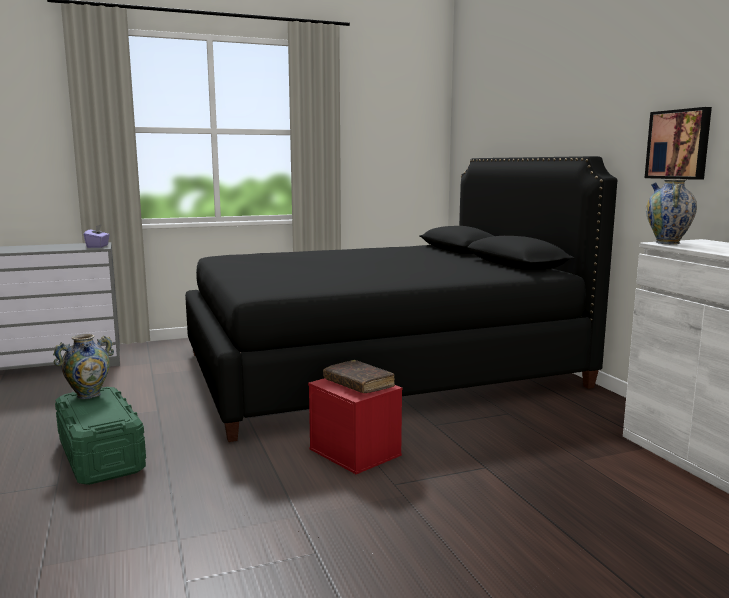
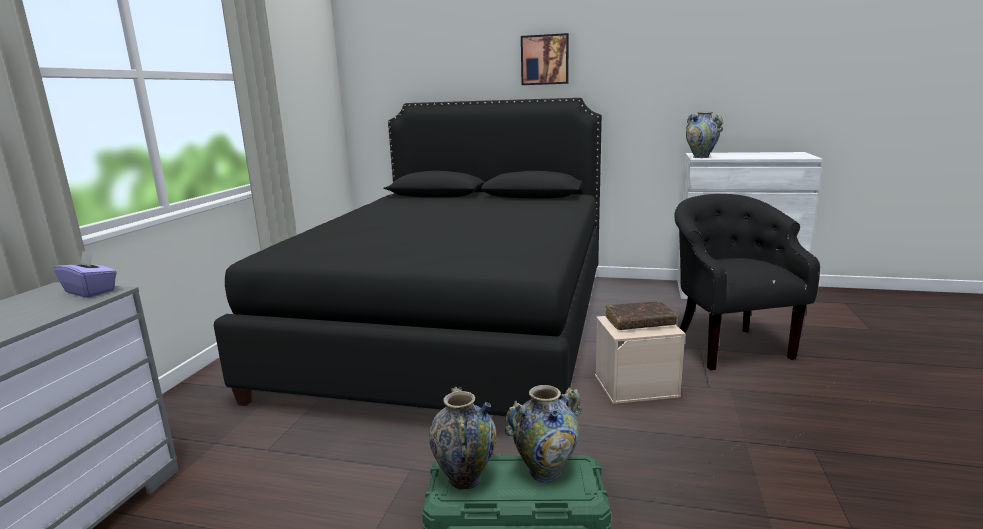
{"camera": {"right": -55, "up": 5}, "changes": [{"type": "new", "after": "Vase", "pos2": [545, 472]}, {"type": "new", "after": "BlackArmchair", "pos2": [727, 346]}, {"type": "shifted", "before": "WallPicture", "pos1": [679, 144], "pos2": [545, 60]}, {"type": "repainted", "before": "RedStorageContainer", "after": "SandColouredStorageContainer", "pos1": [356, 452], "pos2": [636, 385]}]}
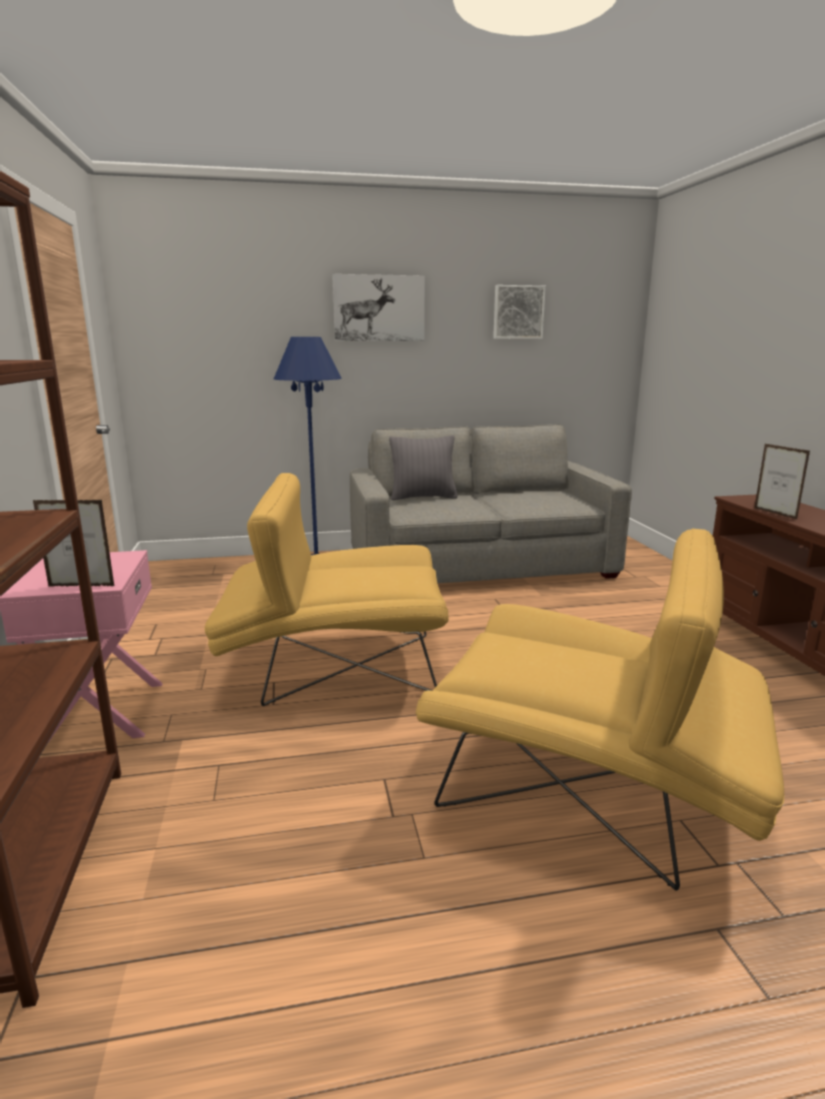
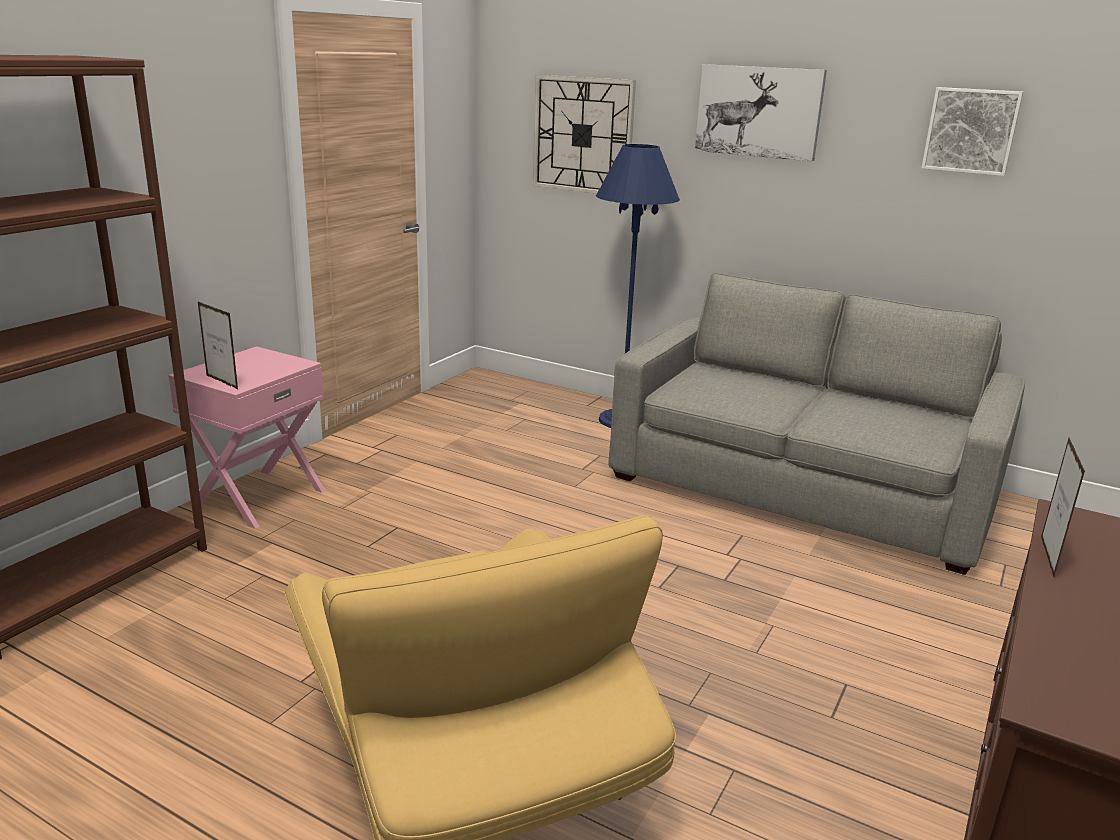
{"camera": {"right": 40, "up": 5}, "changes": [{"type": "gone", "before": "YellowColouredArmchair", "pos1": [334, 666]}, {"type": "gone", "before": "GreyThrowPillow", "pos1": [423, 497]}, {"type": "new", "after": "ClockOnTheWall", "pos2": [583, 135]}]}
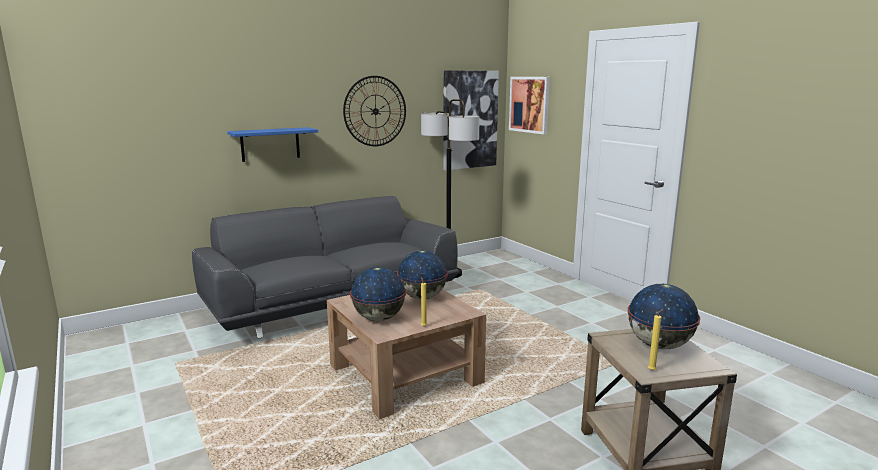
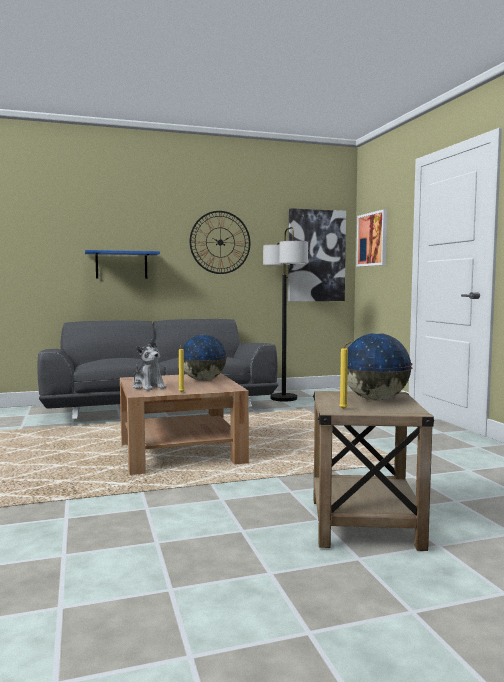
{"camera": {"right": 15, "up": -10}, "changes": [{"type": "swapped", "before": "DeskGlobe", "after": "PlushToy", "pos1": [378, 318], "pos2": [148, 387]}]}
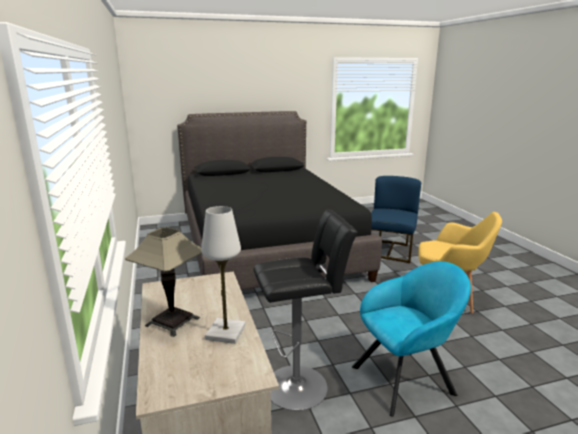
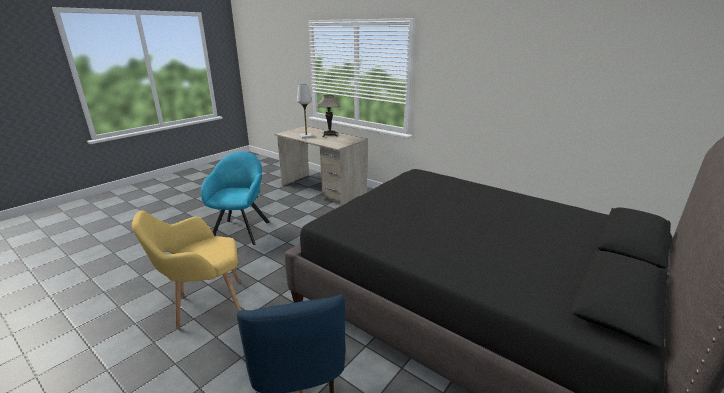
{"camera": {"right": 145, "up": 5}, "changes": [{"type": "gone", "before": "BlackSittingStool", "pos1": [301, 385]}, {"type": "rotated", "before": "TurquoiseArmchair", "pos1": [407, 379], "pos2": [242, 230], "turn": 150}]}
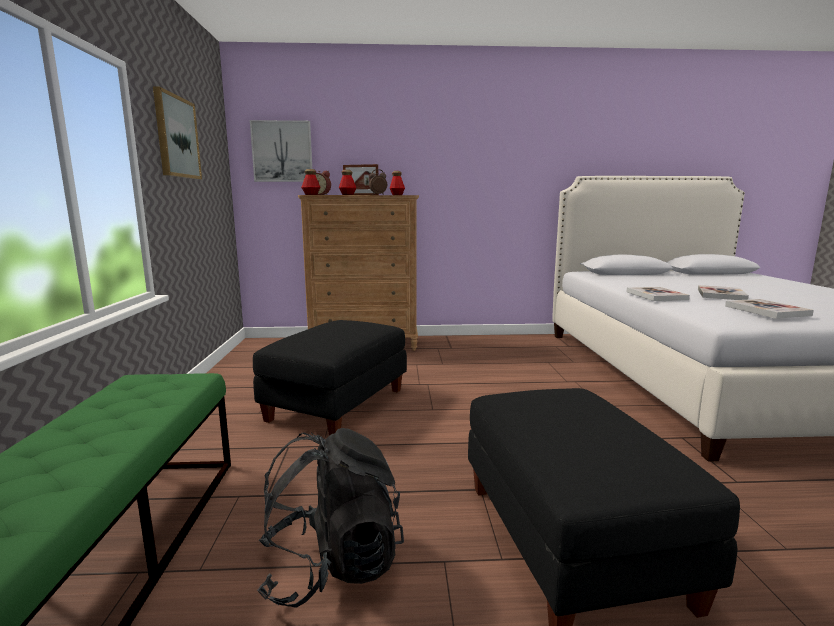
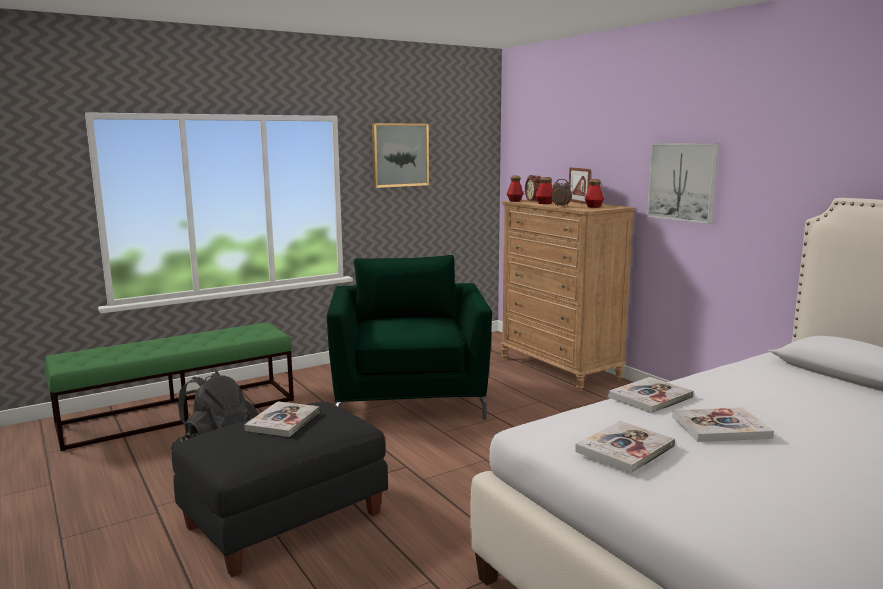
{"camera": {"right": 60, "up": 0}, "changes": [{"type": "new", "after": "Volume", "pos2": [283, 421]}, {"type": "shifted", "before": "WallPicture", "pos1": [282, 151], "pos2": [682, 182]}, {"type": "swapped", "before": "BlackOttoman", "after": "GreenishArmchair", "pos1": [337, 404], "pos2": [410, 399]}]}
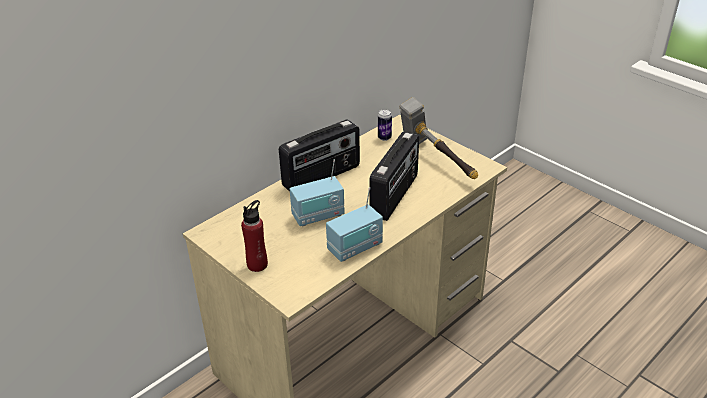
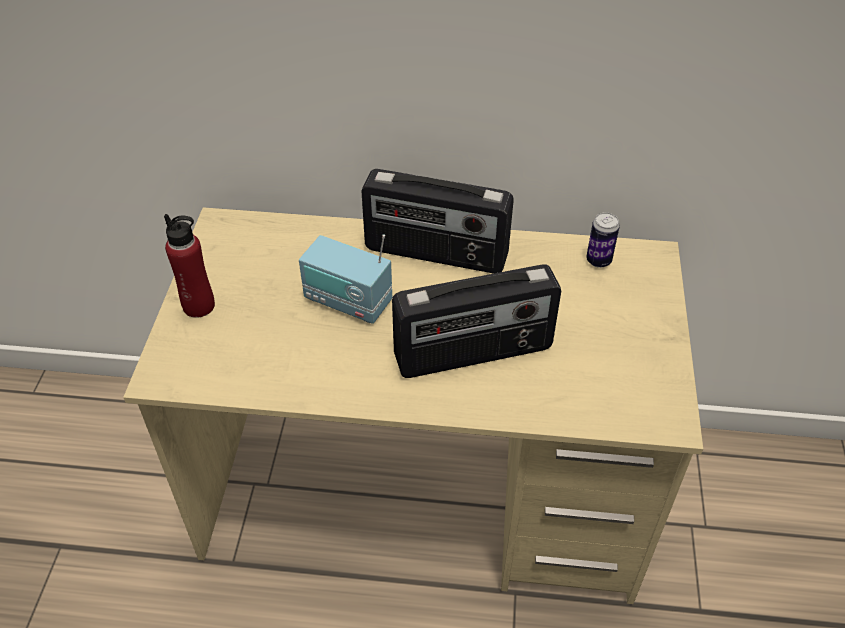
{"camera": {"right": 50, "up": 10}, "changes": [{"type": "gone", "before": "Radio", "pos1": [355, 248]}, {"type": "gone", "before": "HandHammer", "pos1": [436, 161]}]}
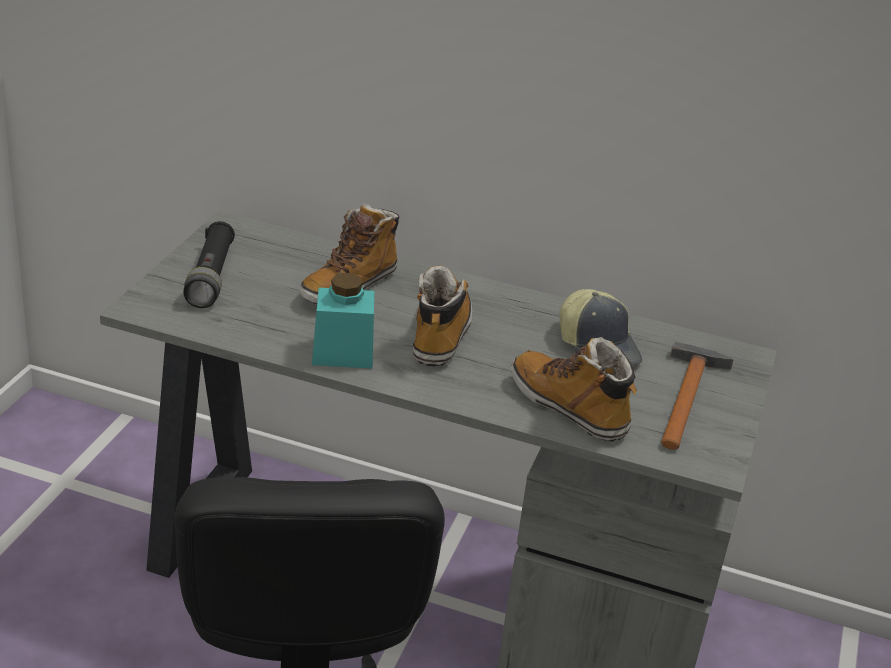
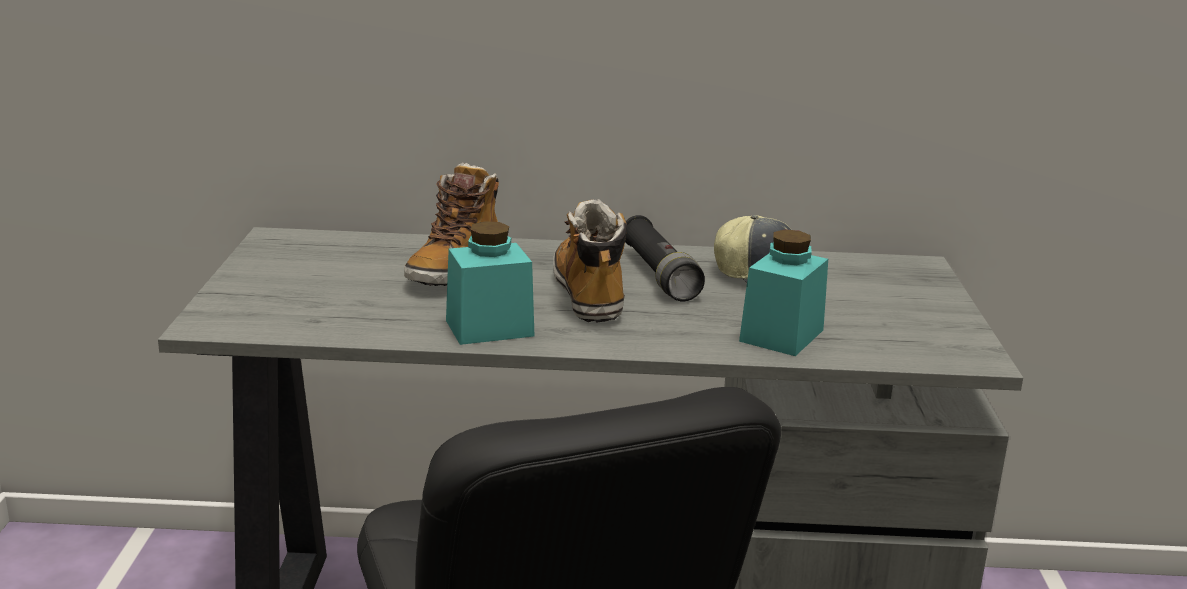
{"camera": {"right": -15, "up": -10}, "changes": [{"type": "gone", "before": "HandHammer", "pos1": [688, 396]}, {"type": "shifted", "before": "BlackFlashlight", "pos1": [211, 277], "pos2": [658, 274]}, {"type": "swapped", "before": "HighTopBoot", "after": "TurquoiseStorageJar", "pos1": [569, 408], "pos2": [781, 335]}]}
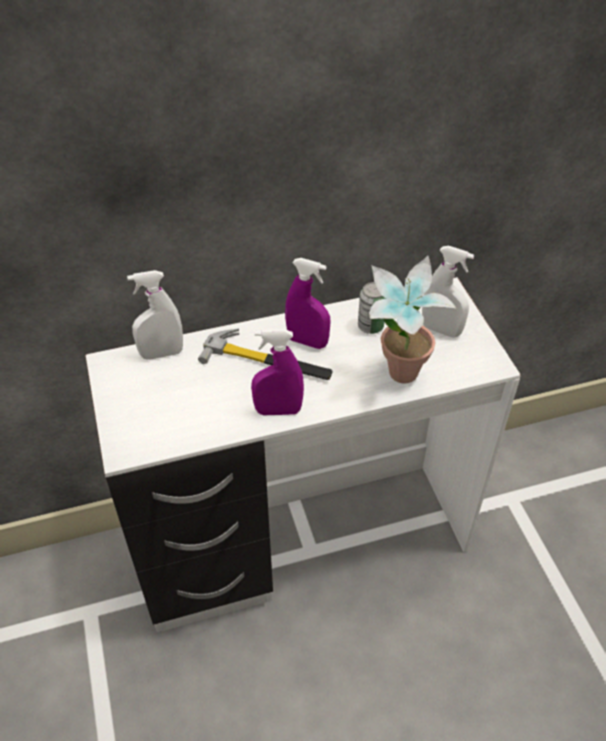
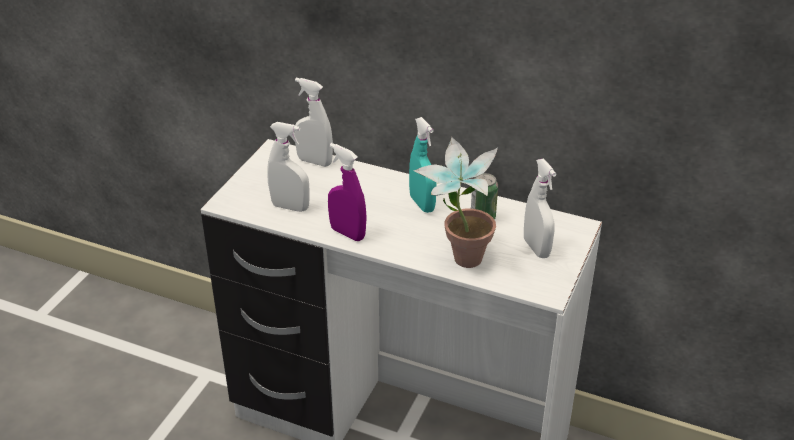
{"camera": {"right": 40, "up": -10}, "changes": [{"type": "gone", "before": "HandHammer", "pos1": [268, 361]}, {"type": "new", "after": "WhitishSprayer", "pos2": [290, 207]}, {"type": "repainted", "before": "PurpleColouredSprayer", "after": "TurquoiseSprayer", "pos1": [307, 342], "pos2": [422, 204]}]}
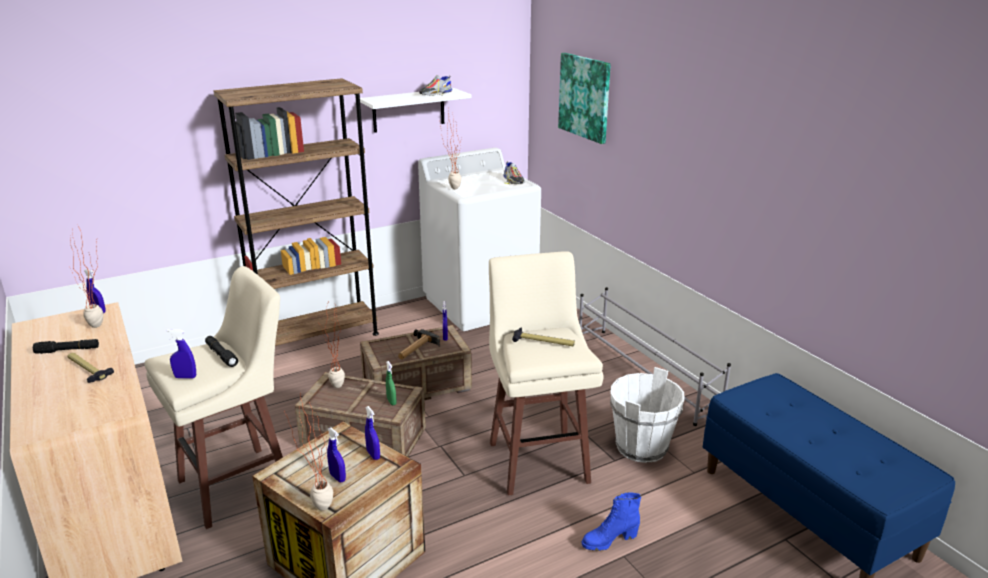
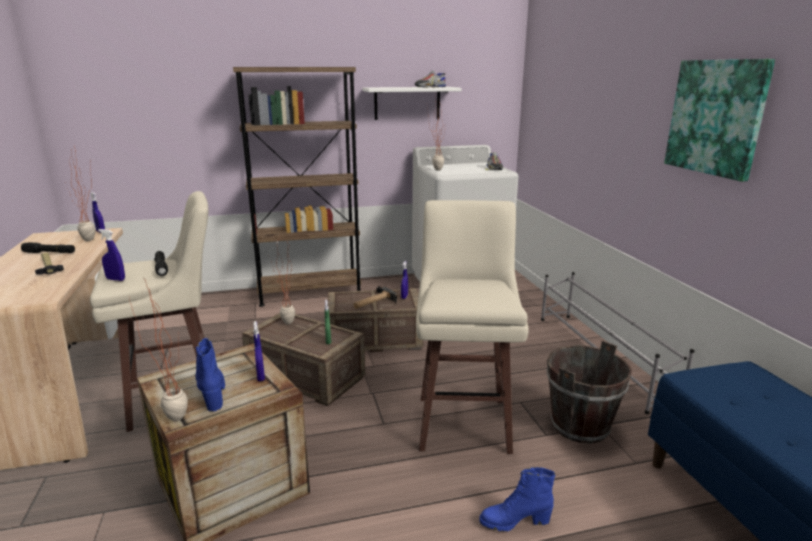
{"camera": {"right": 15, "up": -5}, "changes": [{"type": "gone", "before": "HandHammer", "pos1": [543, 342]}, {"type": "shifted", "before": "WallPicture", "pos1": [585, 97], "pos2": [716, 117]}, {"type": "swapped", "before": "BlueSprayer", "after": "BlueHighTopBoot", "pos1": [337, 477], "pos2": [212, 392]}, {"type": "repainted", "before": "WhitishBucket", "after": "BrownBucket", "pos1": [641, 447], "pos2": [580, 426]}]}
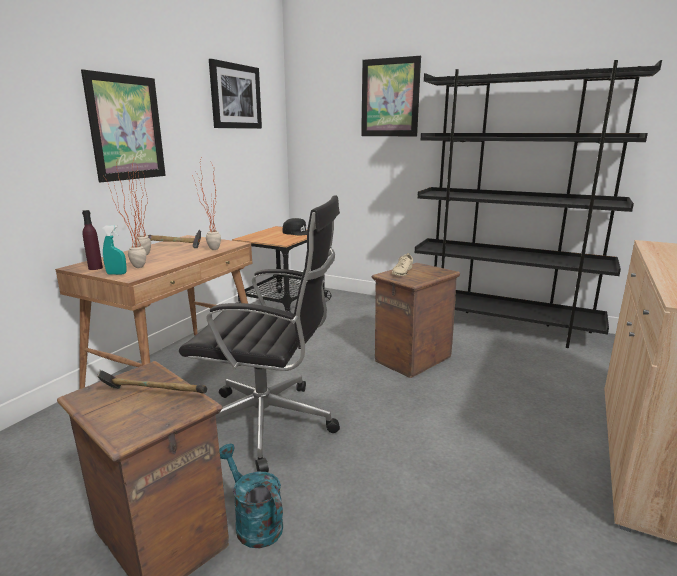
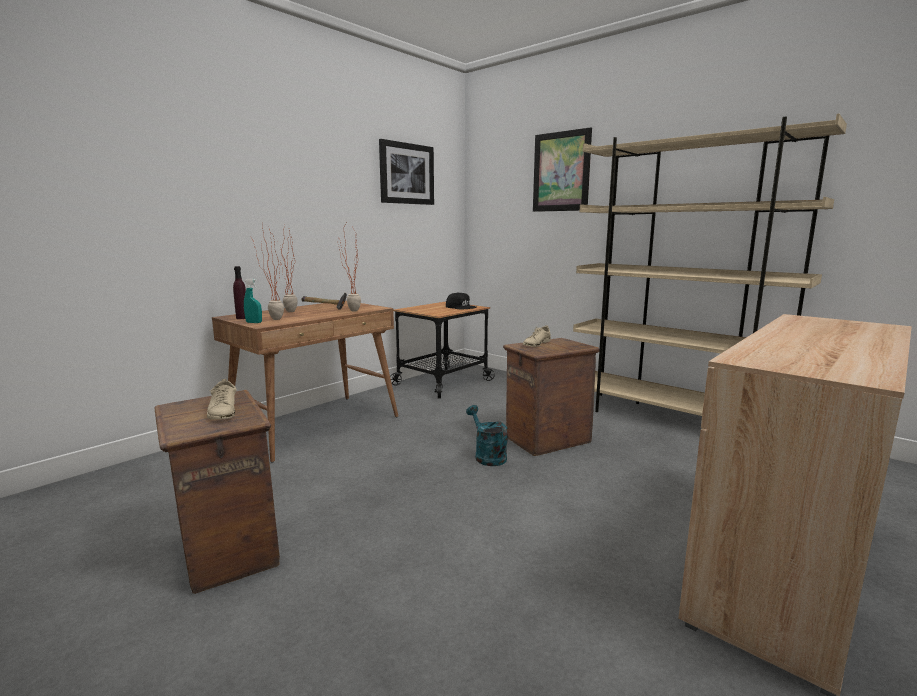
{"camera": {"right": 15, "up": -5}, "changes": [{"type": "gone", "before": "WallPicture", "pos1": [126, 128]}, {"type": "gone", "before": "BlackDeskChair", "pos1": [269, 424]}, {"type": "shifted", "before": "TurquoiseSprinklingCan", "pos1": [253, 522], "pos2": [487, 456]}, {"type": "swapped", "before": "HandHammer", "after": "SandColouredItemOfFootwear", "pos1": [153, 395], "pos2": [223, 411]}, {"type": "repainted", "before": "BlackBookcase", "after": "SandColouredBookcase", "pos1": [503, 326], "pos2": [672, 420]}]}
